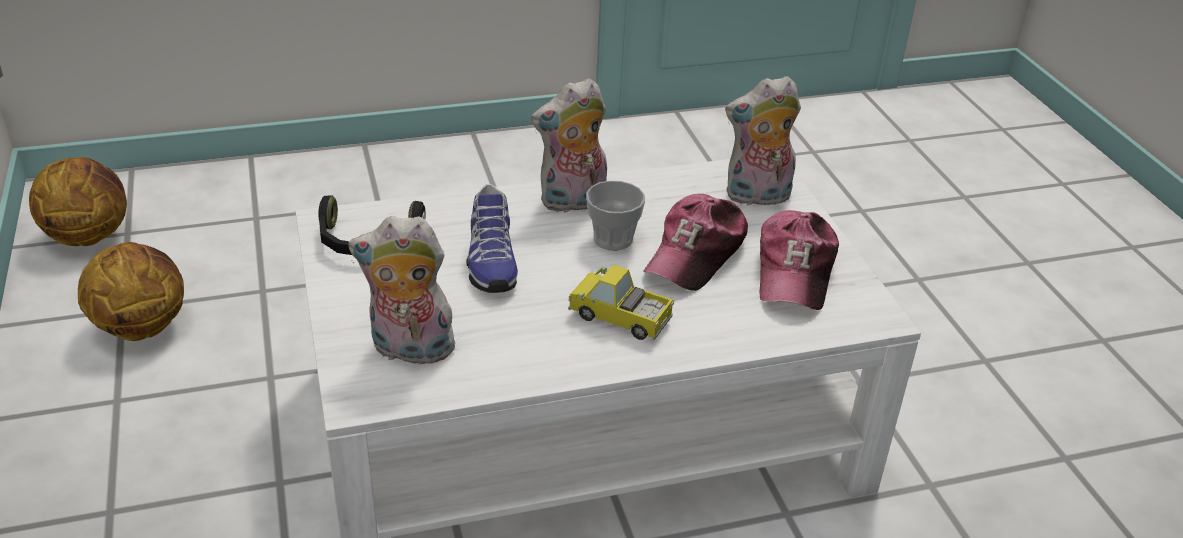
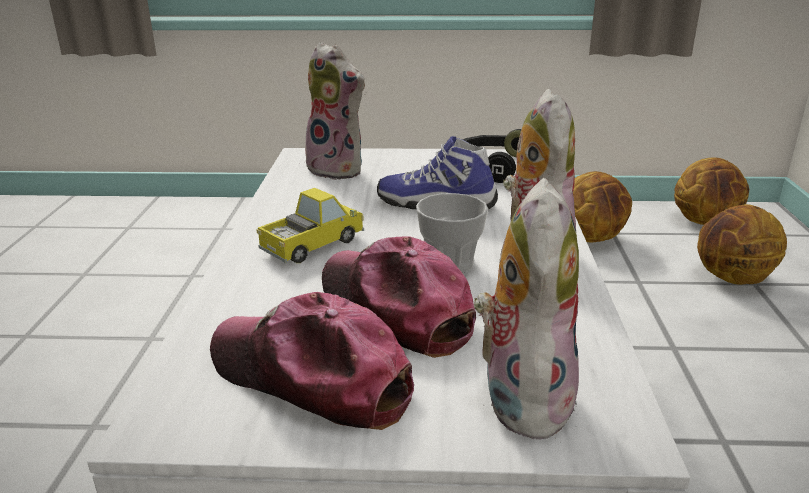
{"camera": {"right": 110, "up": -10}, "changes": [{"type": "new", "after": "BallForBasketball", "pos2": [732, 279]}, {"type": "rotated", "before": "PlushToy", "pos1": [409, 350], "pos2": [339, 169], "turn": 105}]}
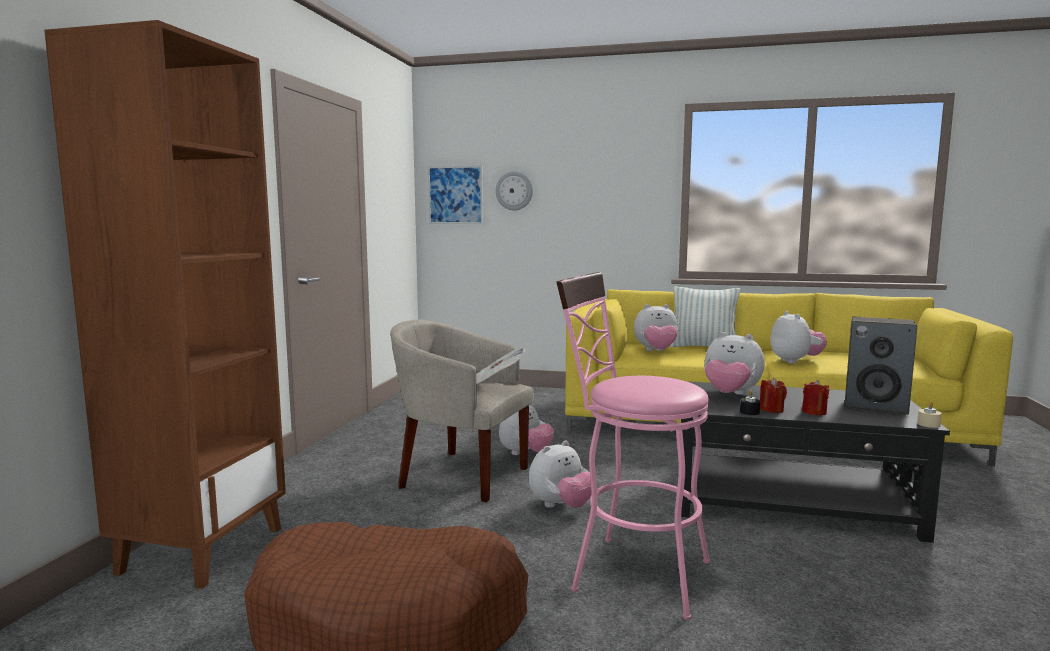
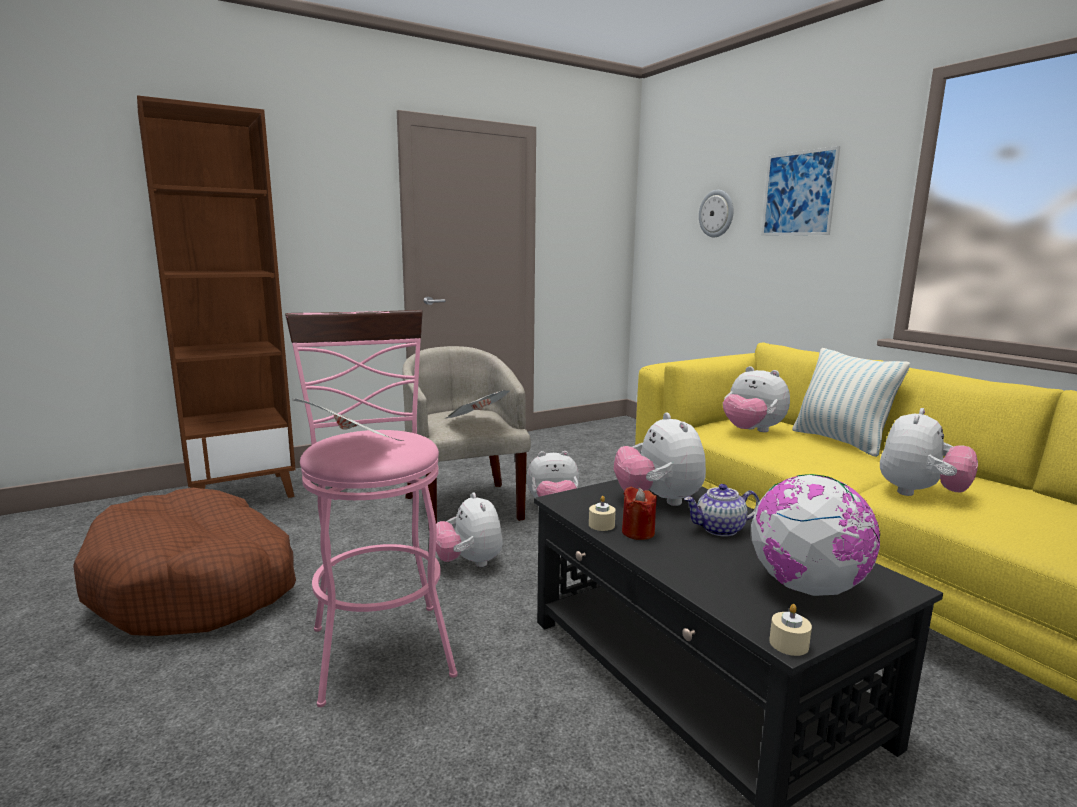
{"camera": {"right": 45, "up": 5}, "changes": [{"type": "gone", "before": "RedWaxCandle", "pos1": [814, 412]}, {"type": "new", "after": "DailyPaper", "pos2": [351, 448]}, {"type": "new", "after": "Teapot", "pos2": [719, 529]}, {"type": "shifted", "before": "WallPicture", "pos1": [455, 195], "pos2": [798, 193]}, {"type": "swapped", "before": "Speaker", "after": "DeskGlobe", "pos1": [876, 406], "pos2": [807, 587]}, {"type": "repainted", "before": "BlackWaxCandle", "after": "SandColouredWaxCandle", "pos1": [749, 412], "pos2": [601, 525]}, {"type": "rotated", "before": "PlushToy", "pos1": [561, 506], "pos2": [469, 563], "turn": 60}]}
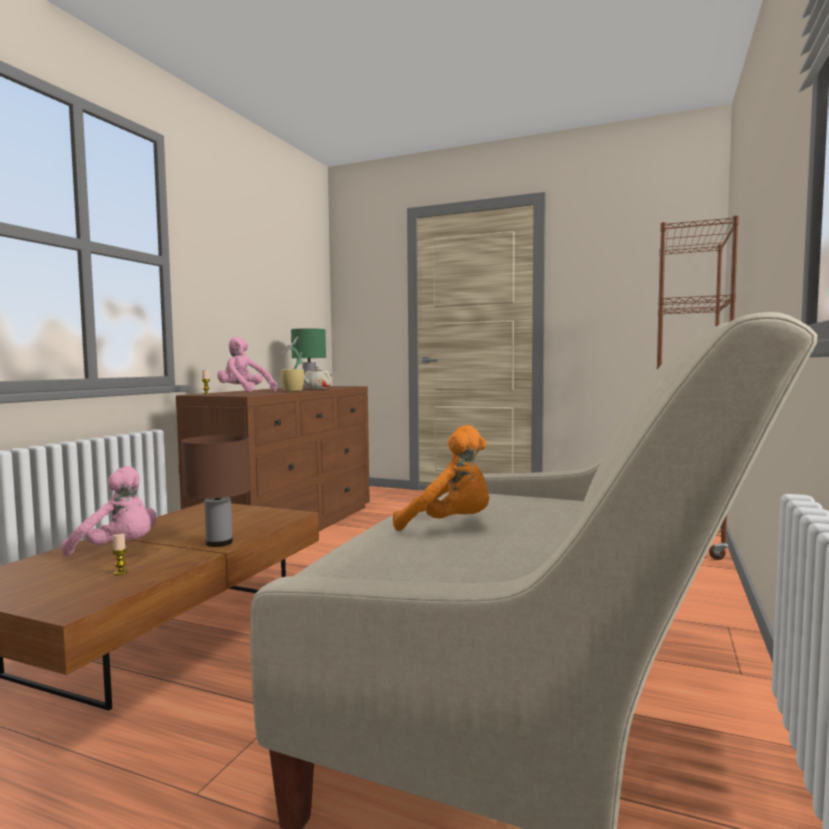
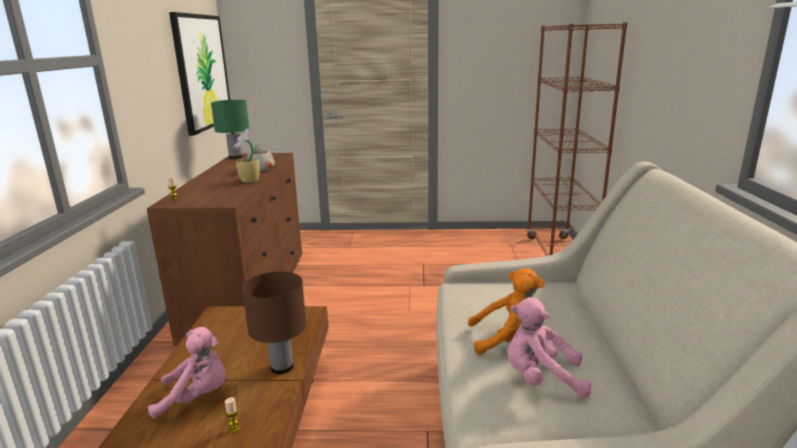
{"camera": {"right": -20, "up": 15}, "changes": [{"type": "new", "after": "WallPicture", "pos2": [202, 72]}, {"type": "shifted", "before": "PinkColouredPlushToy", "pos1": [244, 392], "pos2": [541, 379]}]}
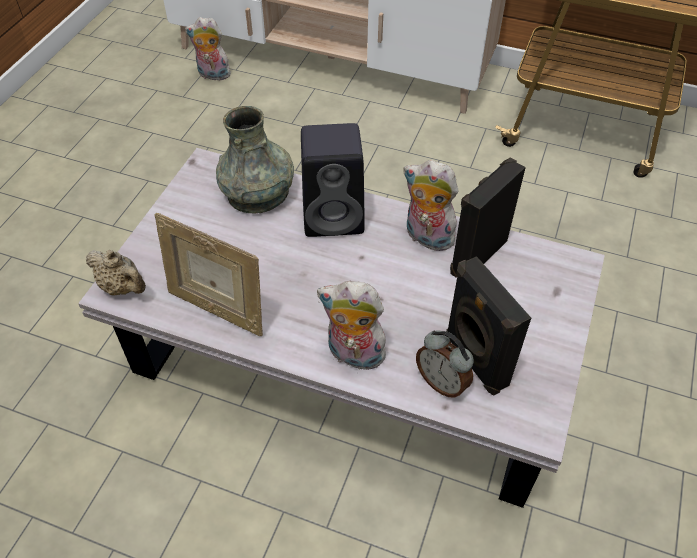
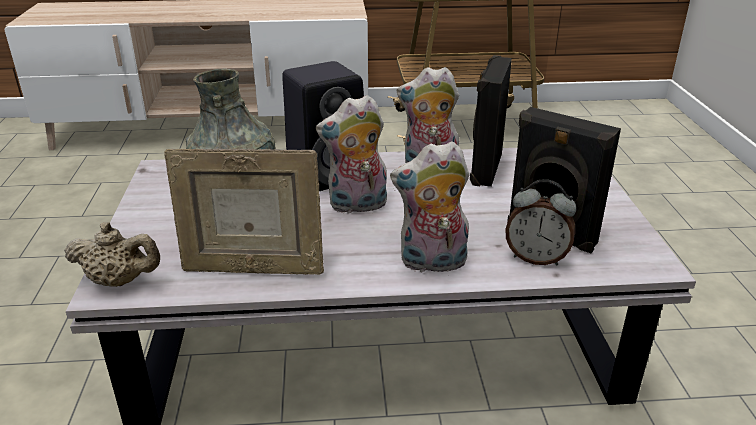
{"camera": {"right": -25, "up": -20}, "changes": [{"type": "shifted", "before": "PlushToy", "pos1": [212, 75], "pos2": [357, 206]}]}
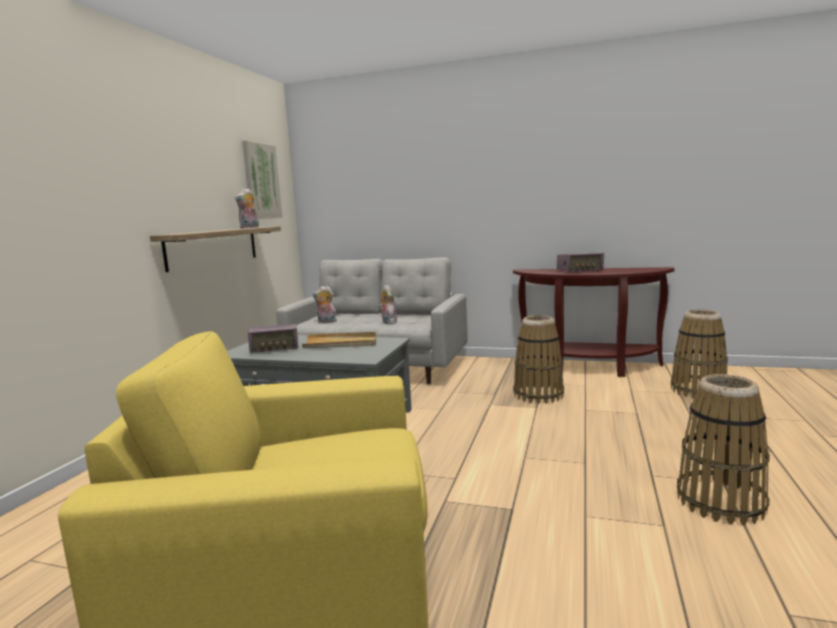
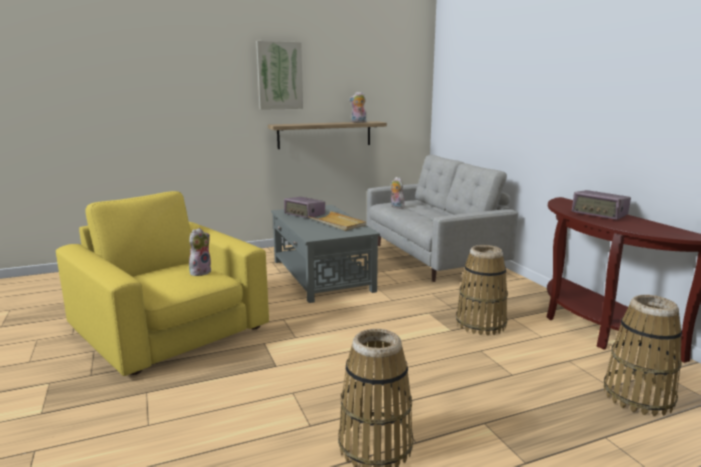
{"camera": {"right": 50, "up": 5}, "changes": [{"type": "shifted", "before": "WallPicture", "pos1": [261, 181], "pos2": [279, 75]}, {"type": "shifted", "before": "PlushToy", "pos1": [388, 322], "pos2": [200, 272]}]}
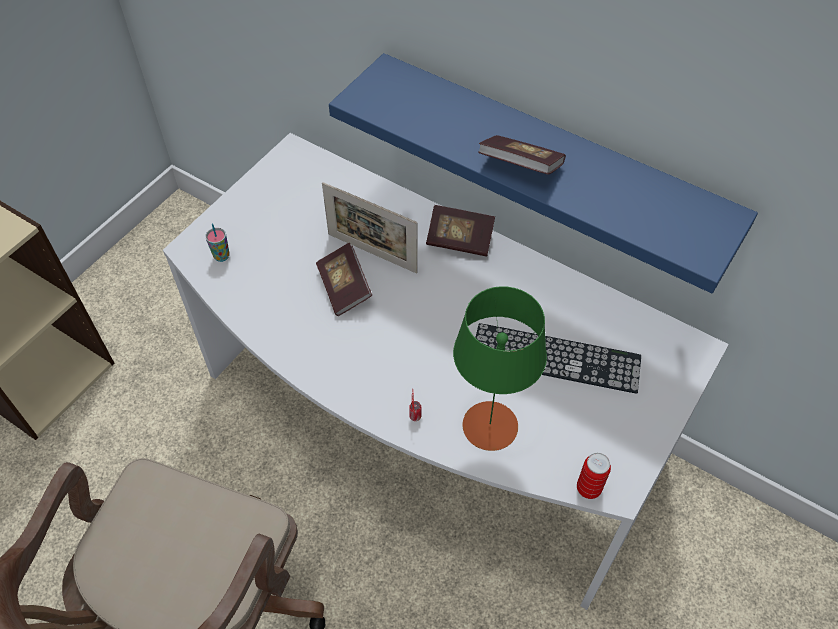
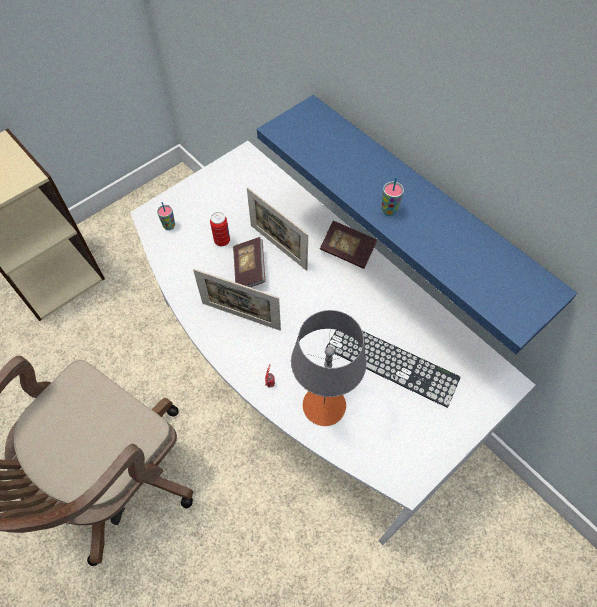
{"camera": {"right": 15, "up": 5}, "changes": [{"type": "new", "after": "StandingFrame", "pos2": [241, 316]}, {"type": "shifted", "before": "MetalCan", "pos1": [588, 488], "pos2": [222, 241]}, {"type": "swapped", "before": "Volume", "after": "DrinkingCup", "pos1": [520, 166], "pos2": [389, 211]}, {"type": "repainted", "before": "GreenishTableLamp", "after": "GreyTableLamp", "pos1": [489, 426], "pos2": [324, 405]}]}
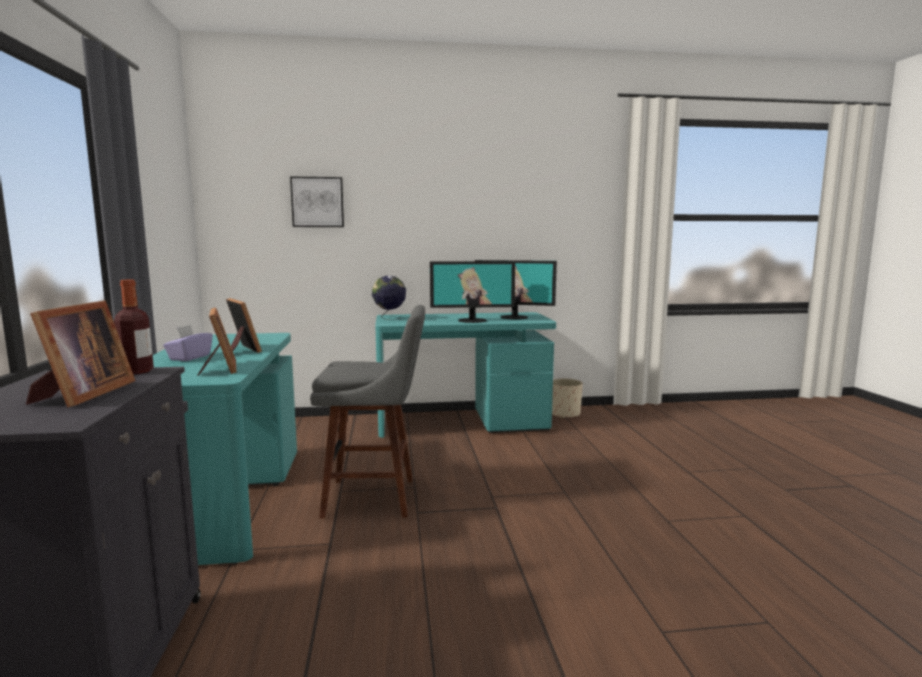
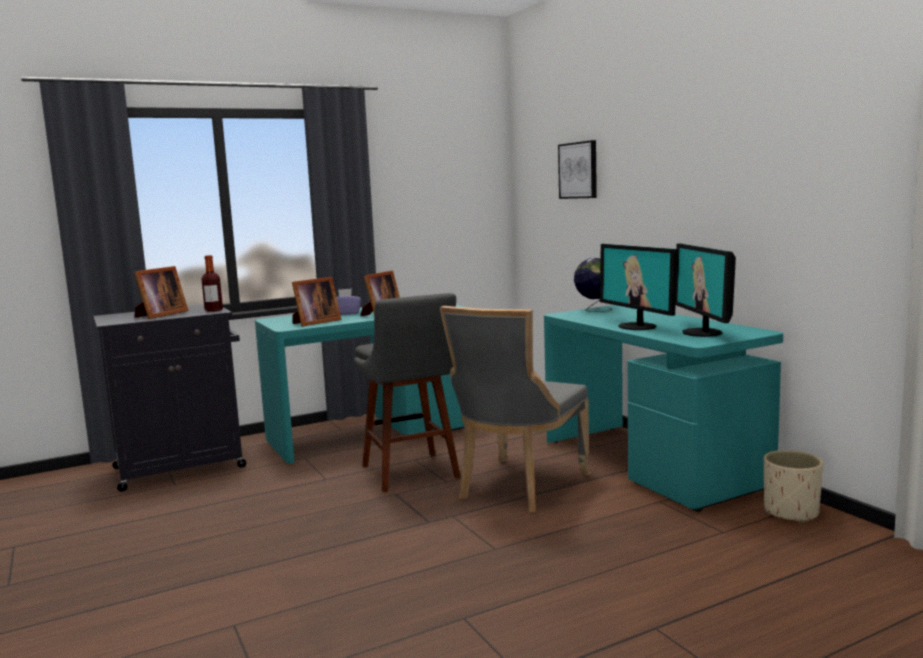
{"camera": {"right": 70, "up": 0}, "changes": [{"type": "new", "after": "GreyUprightChair", "pos2": [518, 487]}, {"type": "rotated", "before": "StandingFrame", "pos1": [82, 395], "pos2": [160, 315], "turn": -45}]}
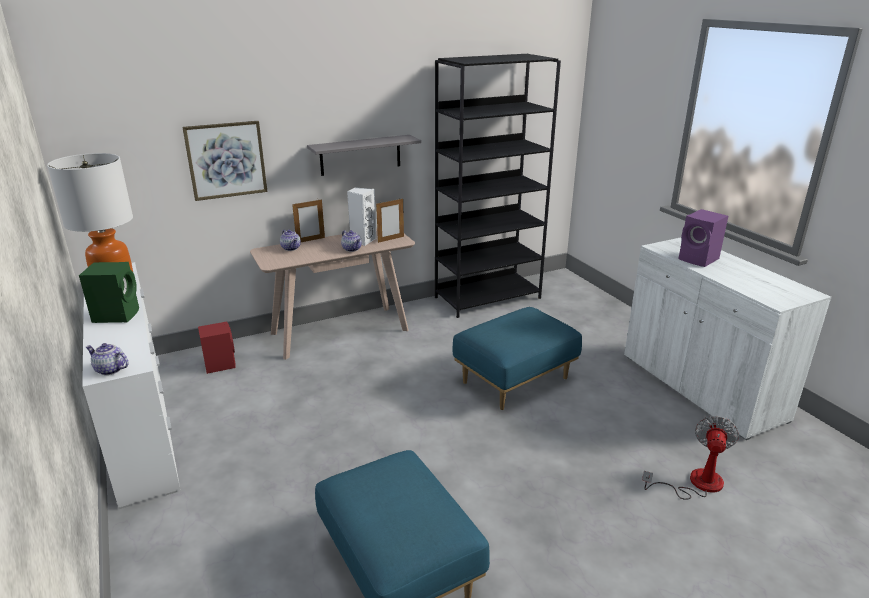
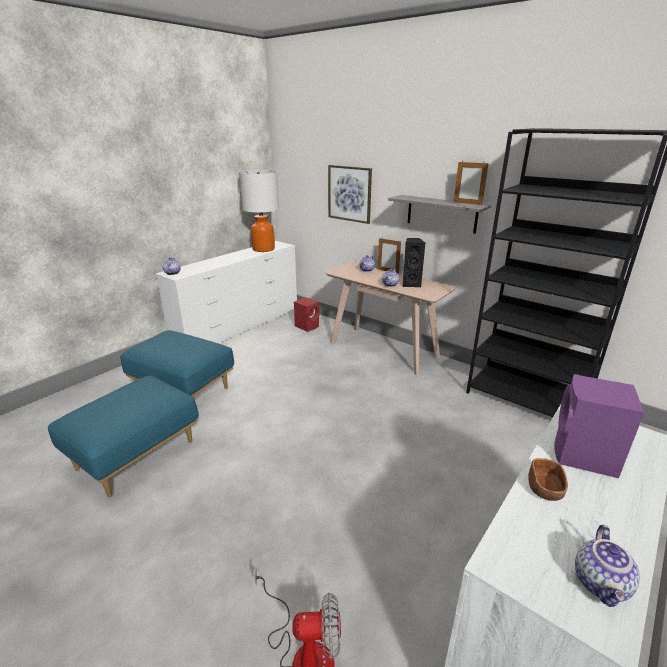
{"camera": {"right": 65, "up": 0}, "changes": [{"type": "gone", "before": "GreenishSpeaker", "pos1": [117, 314]}, {"type": "new", "after": "BrownBowl", "pos2": [544, 489]}, {"type": "new", "after": "Teapot", "pos2": [602, 584]}, {"type": "shifted", "before": "StandingFrame", "pos1": [391, 239], "pos2": [467, 203]}, {"type": "shifted", "before": "BlueOttoman", "pos1": [515, 380], "pos2": [184, 389]}, {"type": "repainted", "before": "WhitishSpeaker", "after": "BlackSpeaker", "pos1": [362, 240], "pos2": [411, 284]}]}
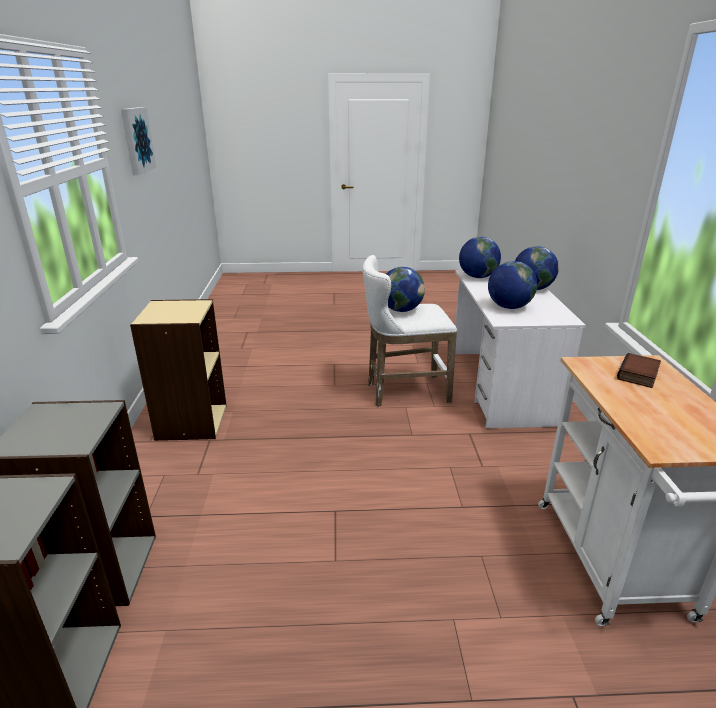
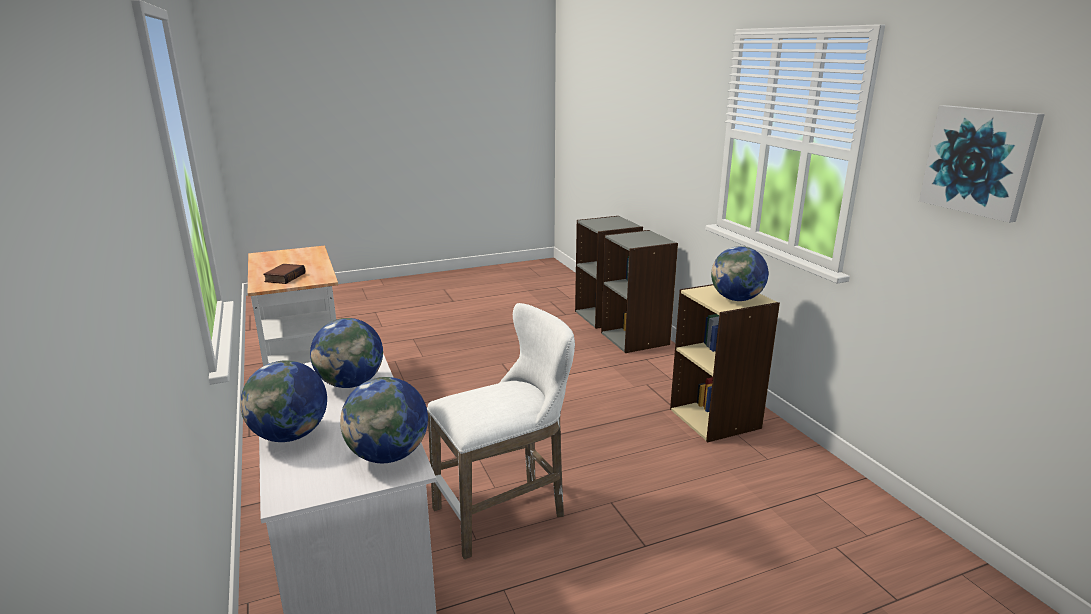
{"camera": {"right": 160, "up": -5}, "changes": [{"type": "shifted", "before": "DeskGlobe", "pos1": [401, 310], "pos2": [736, 299]}]}
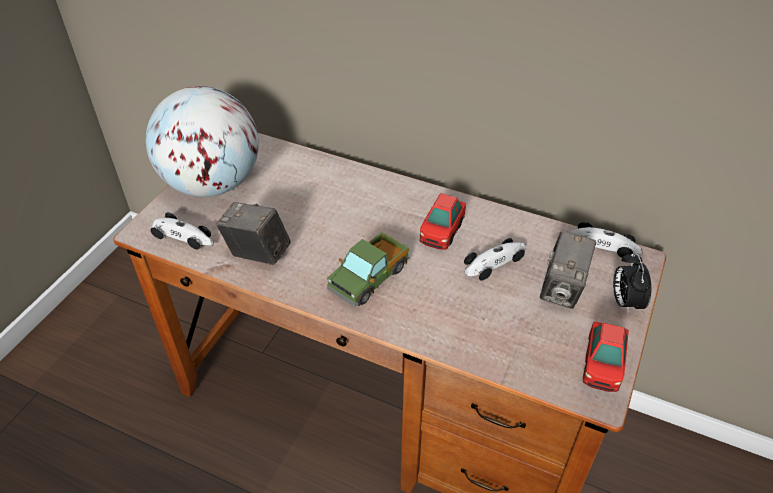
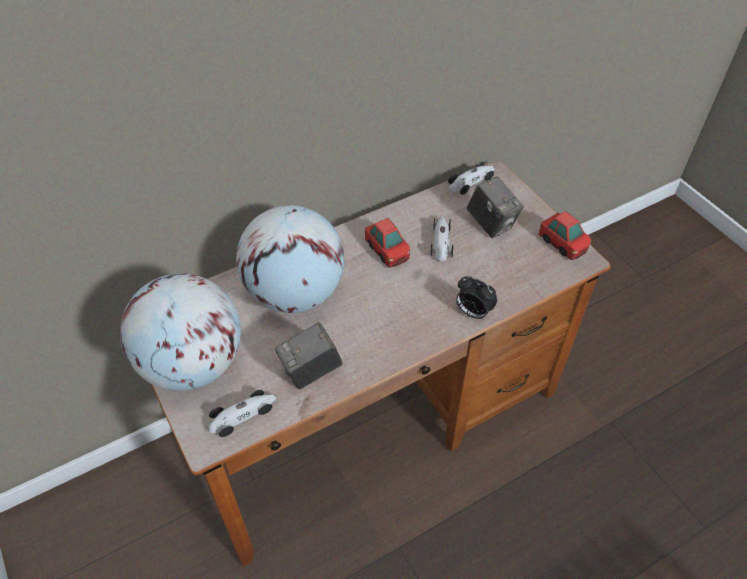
{"camera": {"right": -55, "up": 5}, "changes": [{"type": "gone", "before": "ToyLorry", "pos1": [369, 278]}, {"type": "new", "after": "DeskGlobe", "pos2": [295, 293]}, {"type": "shifted", "before": "TableClock", "pos1": [624, 302], "pos2": [472, 312]}]}
